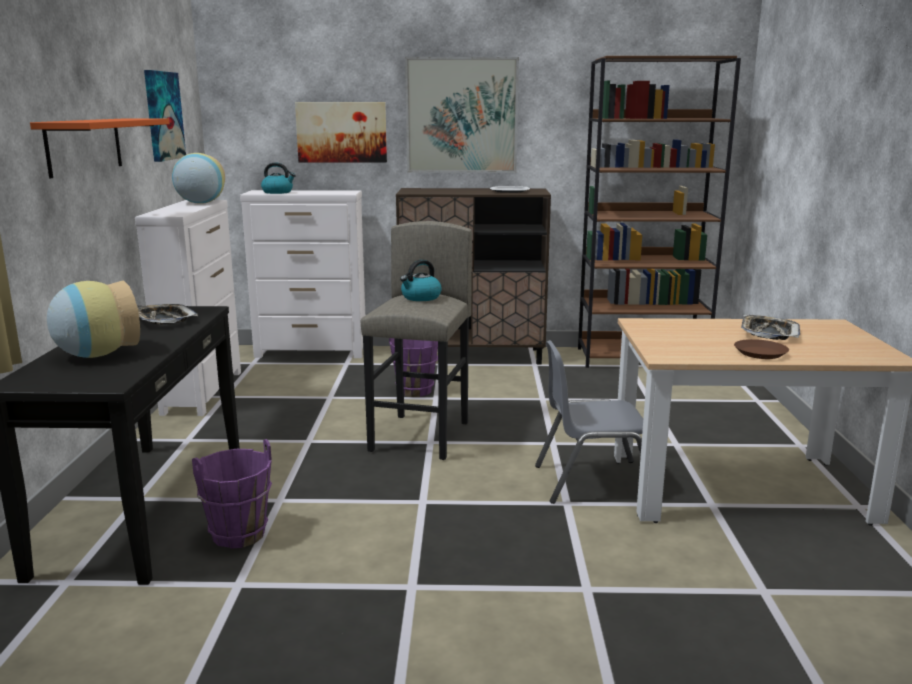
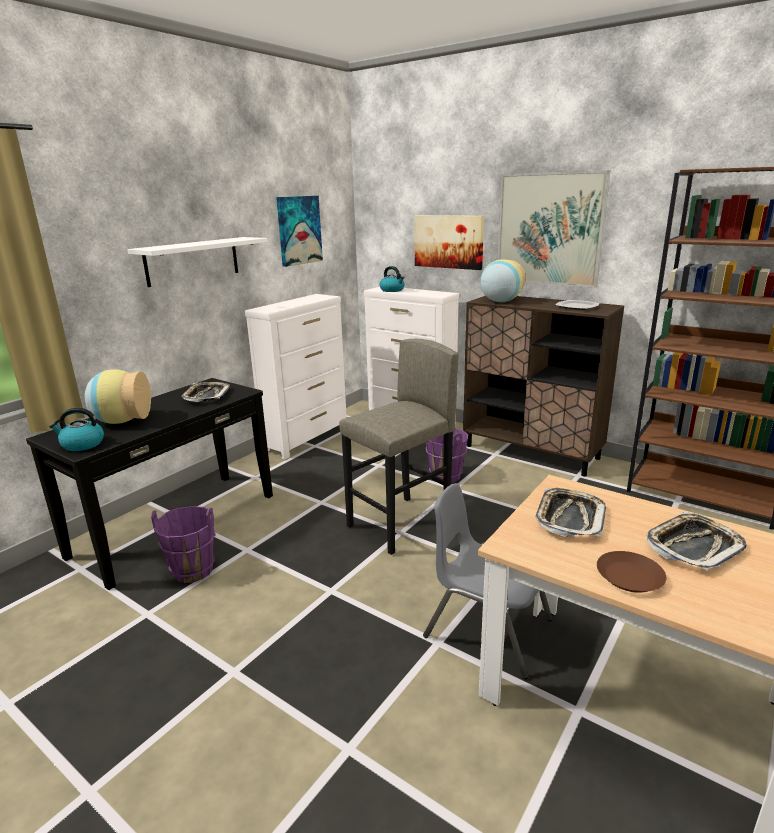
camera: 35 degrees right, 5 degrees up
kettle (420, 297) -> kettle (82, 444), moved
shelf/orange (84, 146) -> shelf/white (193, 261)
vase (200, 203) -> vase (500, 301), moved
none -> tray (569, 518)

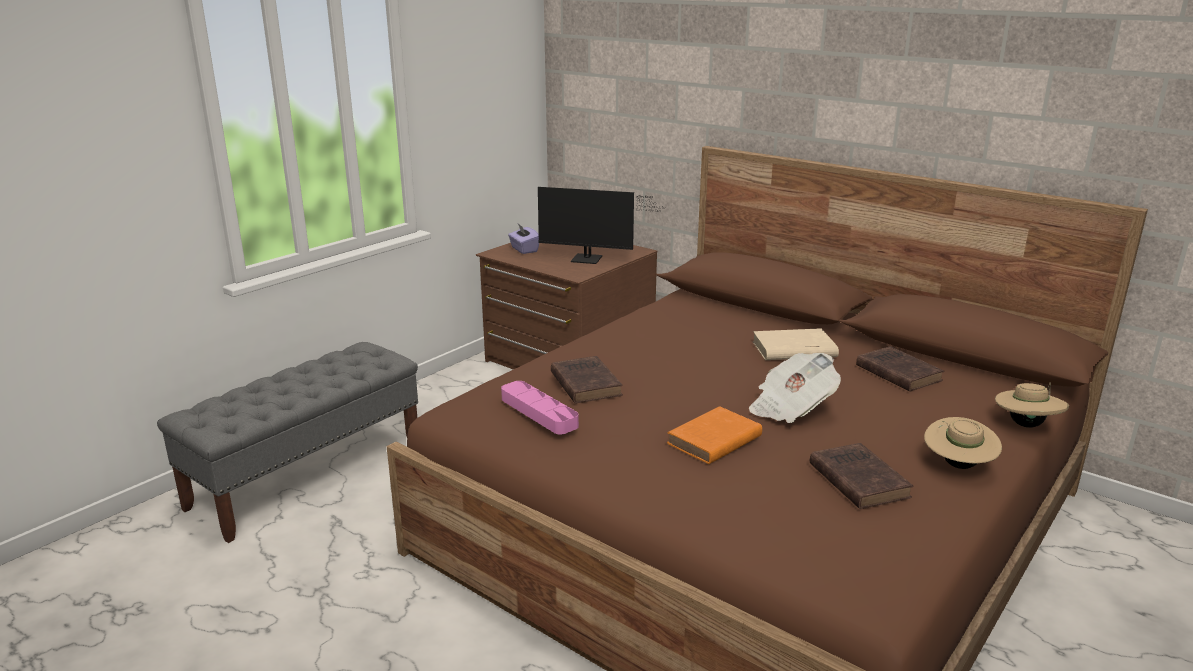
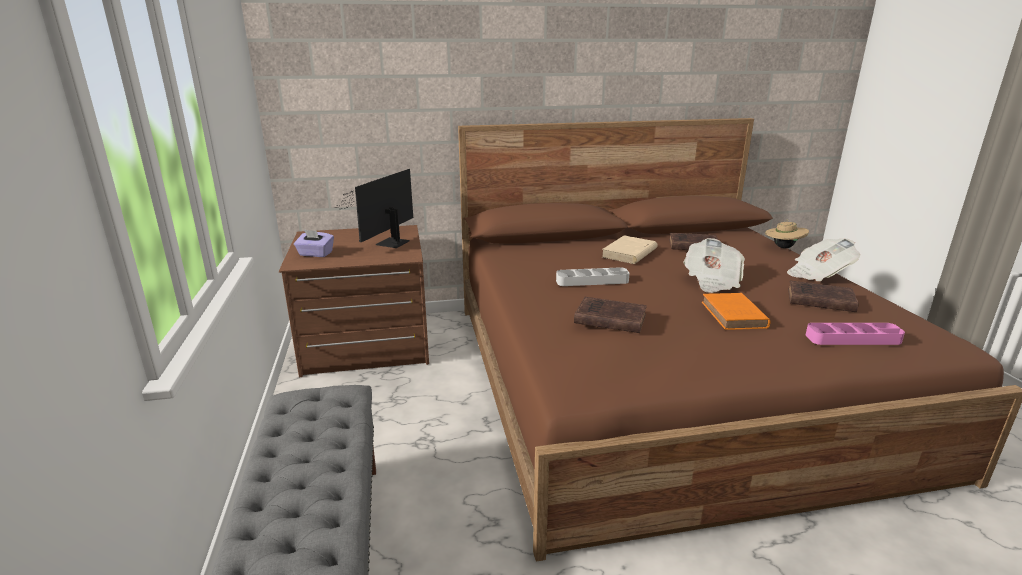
camera: 50 degrees left, 0 degrees up
monitor (591, 259) -> monitor (389, 244), 150 degrees clockwise
none -> tray/grey (592, 281)
hat/beige (958, 465) -> newspaper (818, 274)
tray/pink (539, 412) -> tray/pink (852, 338), moved

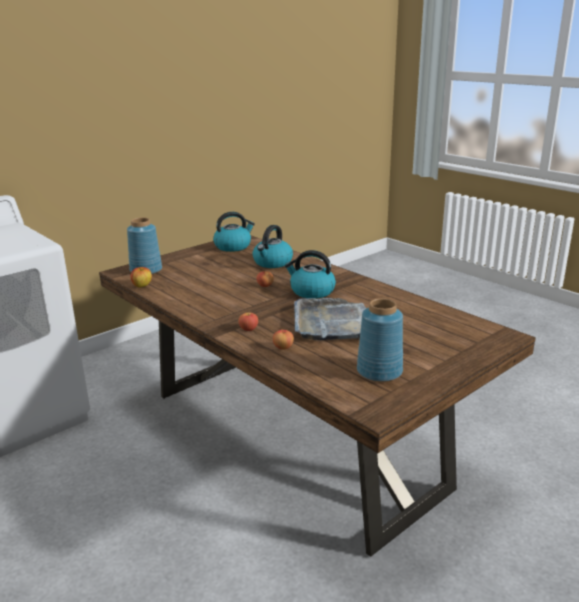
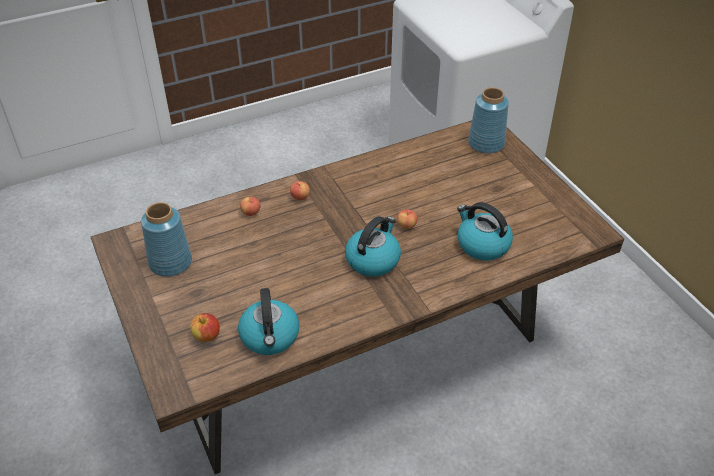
camera: 105 degrees right, 20 degrees up
apple (142, 286) -> apple (207, 336), moved
kettle (233, 246) -> kettle (270, 337), moved
tray/grey (334, 323) -> none

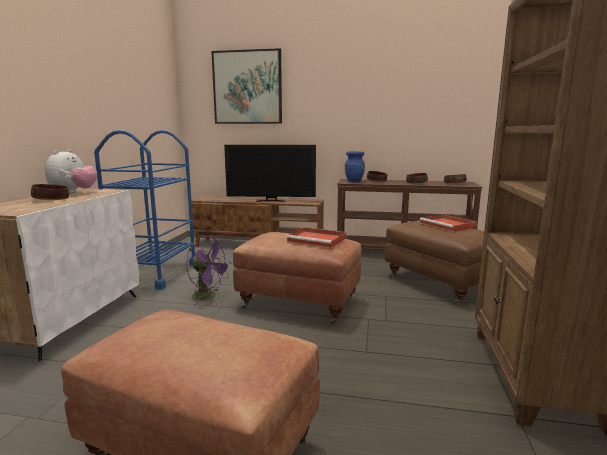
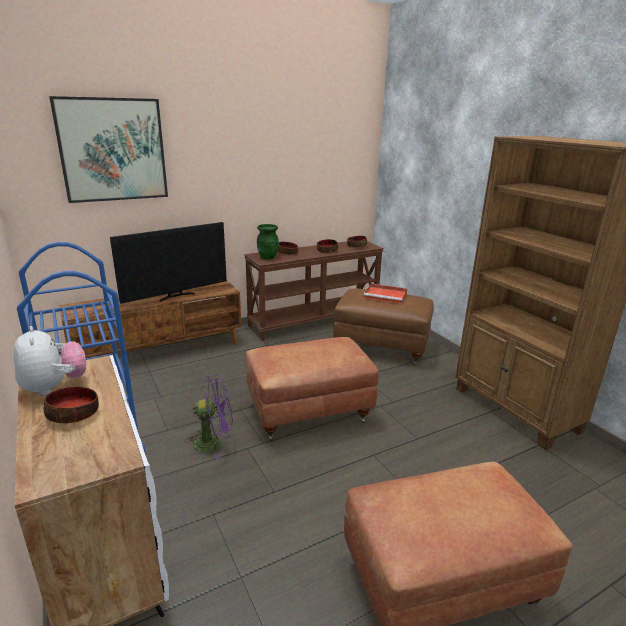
camera: 40 degrees left, 10 degrees up
vase/blue (354, 181) -> vase/green (268, 257)
tray/red (318, 240) -> none

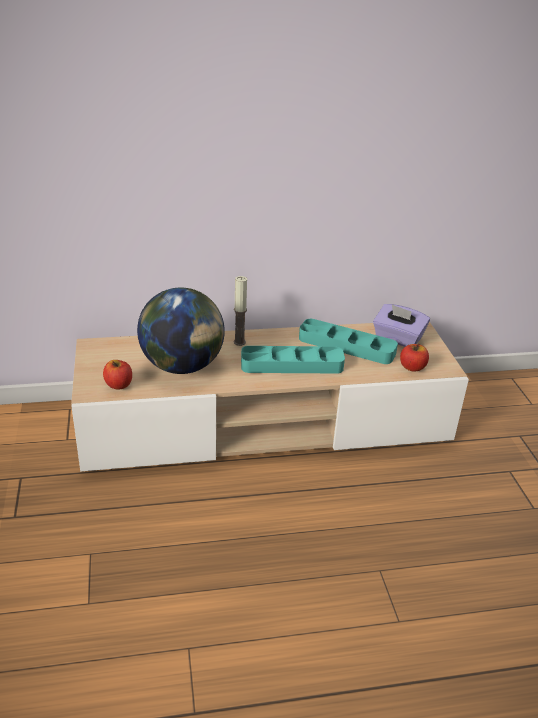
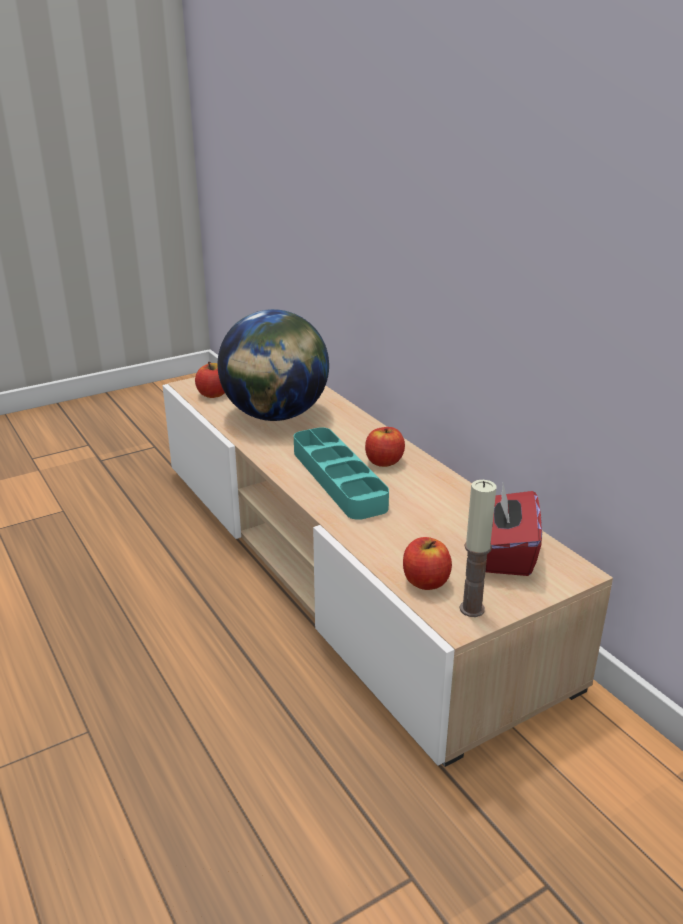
camera: 70 degrees right, 5 degrees down
none -> apple (384, 462)
candle (239, 342) -> candle (472, 609), moved
tissue box/purple (398, 339) -> tissue box/red (504, 554)
tray/turquoise (346, 346) -> none

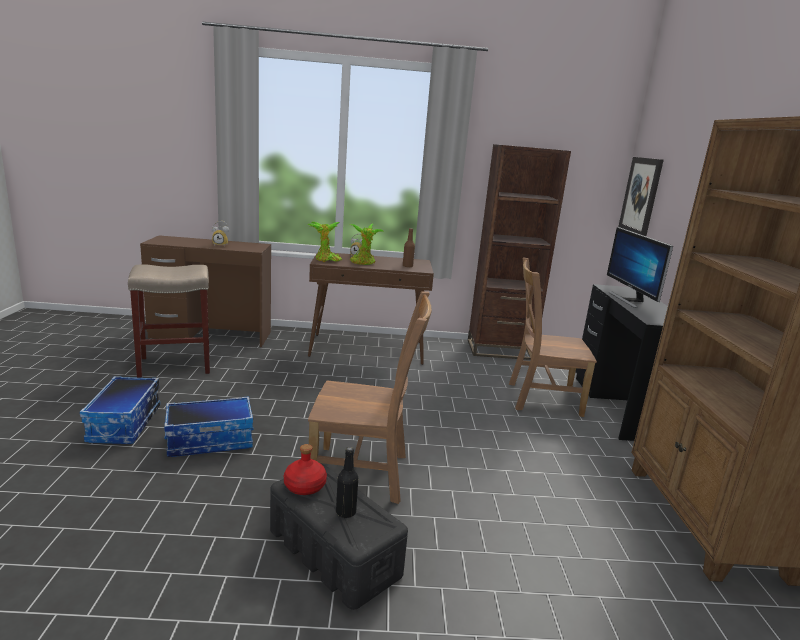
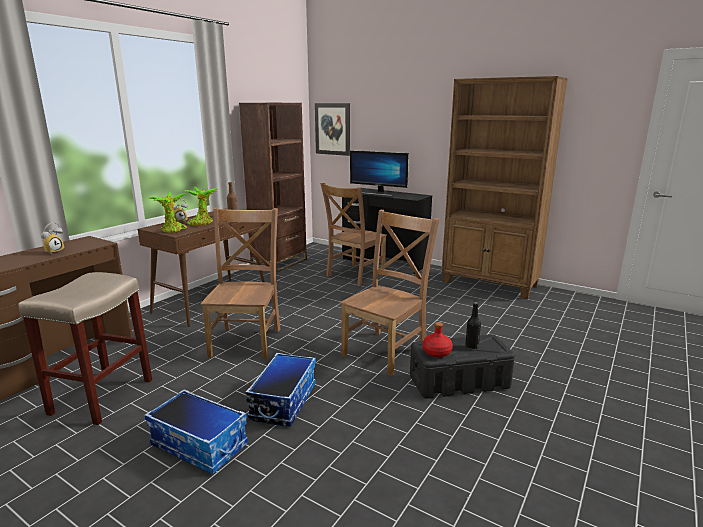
camera: 55 degrees left, 0 degrees up
none -> chair/brown (247, 341)

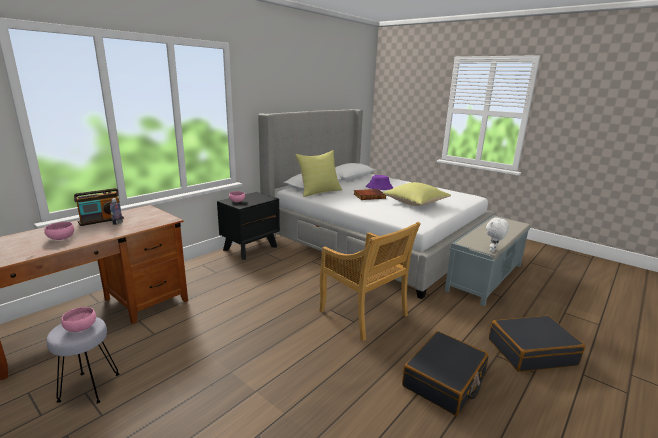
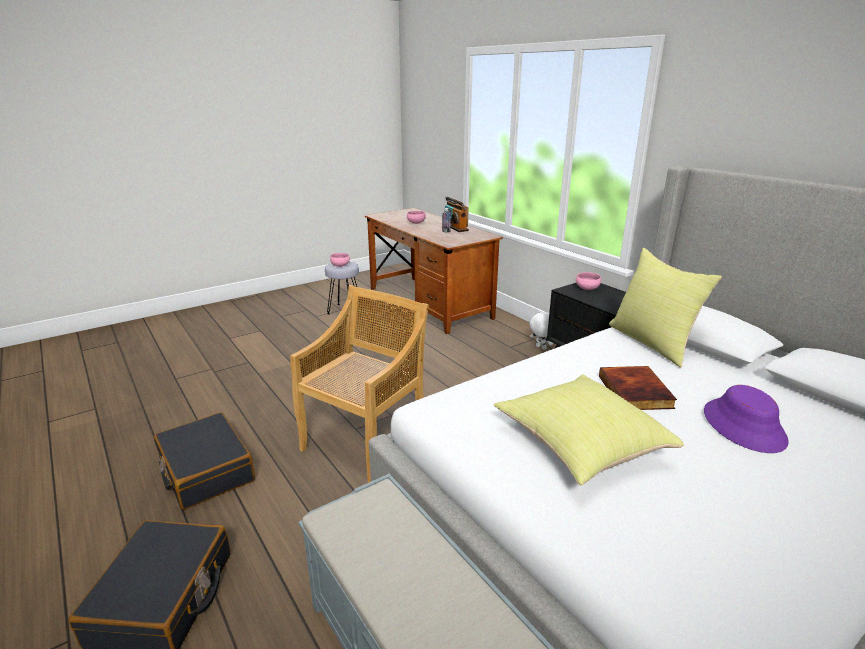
camera: 105 degrees right, 5 degrees up
chair/beige (364, 314) -> chair/beige (366, 441), 150 degrees clockwise
plush toy/white (493, 251) -> plush toy/white (540, 347), moved

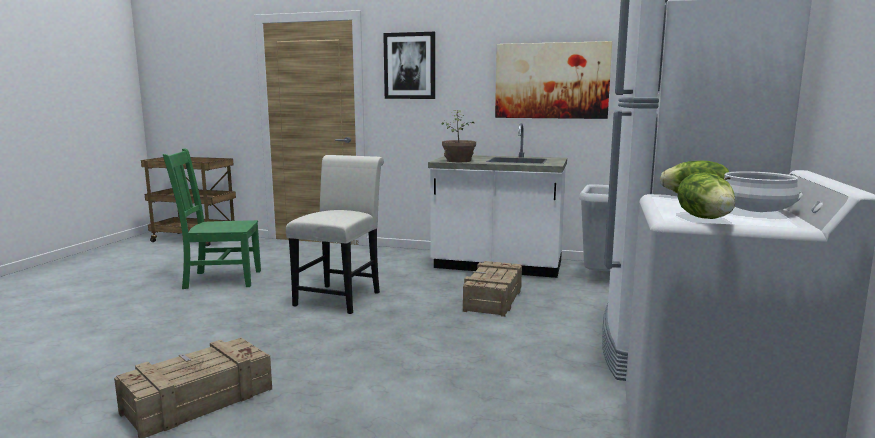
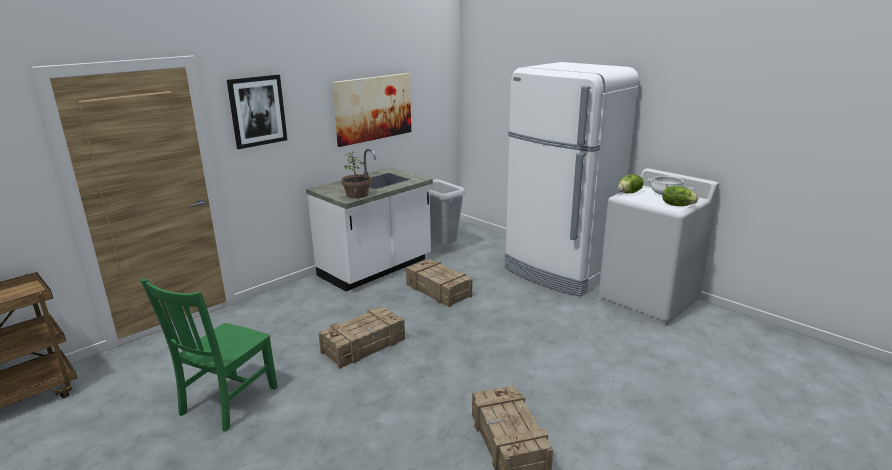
camera: 60 degrees left, 10 degrees up
chair/white (341, 297) -> crate (364, 345)

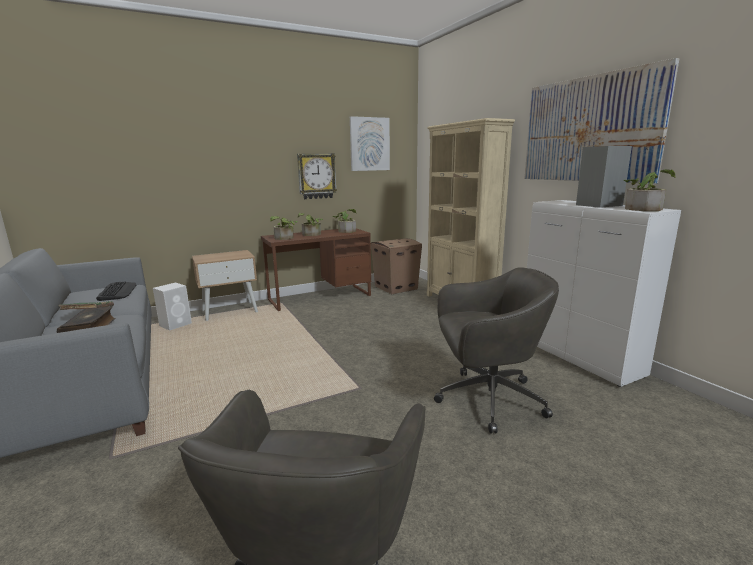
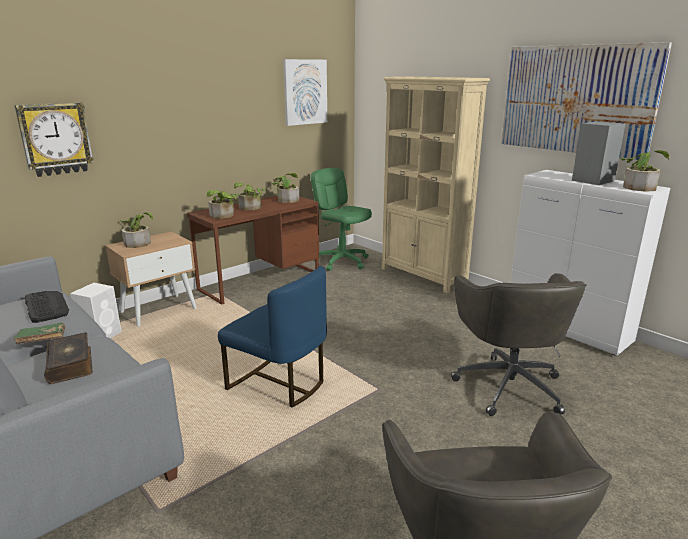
camera: 15 degrees left, 5 degrees up
wall clock (316, 176) -> wall clock (55, 139), moved
none -> potted plant (139, 242)
none -> chair/blue (278, 383)
cardboard box (396, 288) -> office chair/green (342, 261)
office chair/grey (487, 399) -> office chair/grey (508, 384), 105 degrees clockwise

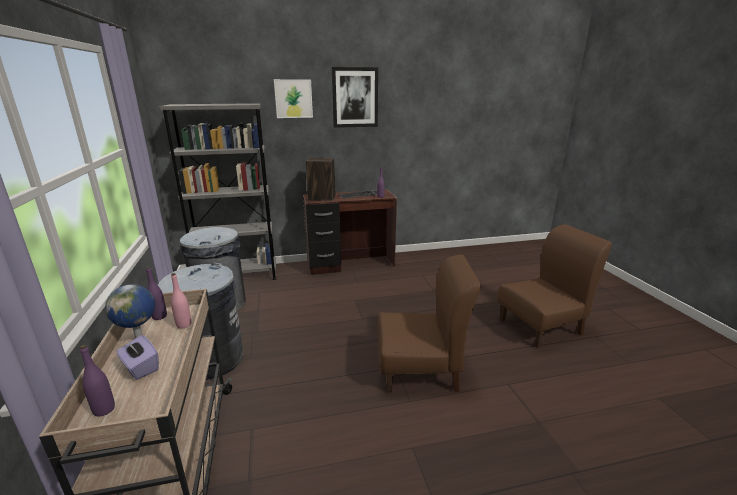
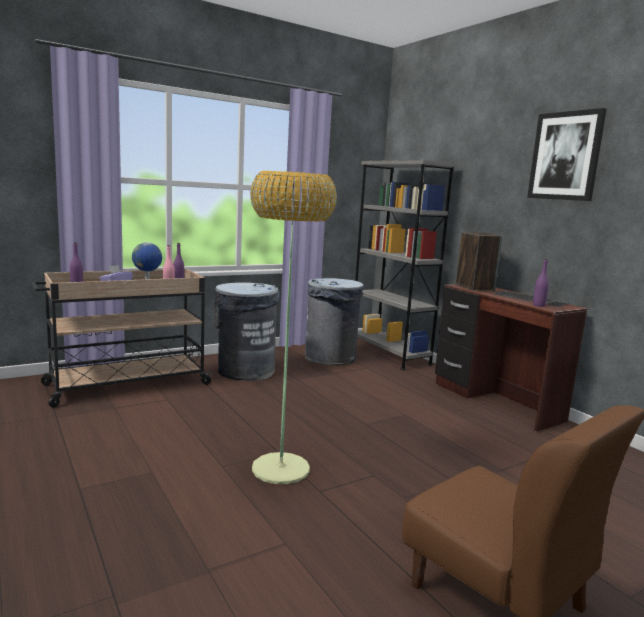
camera: 70 degrees right, 10 degrees down
chair/brown (419, 371) -> floor lamp (280, 469)
picture (293, 98) -> none

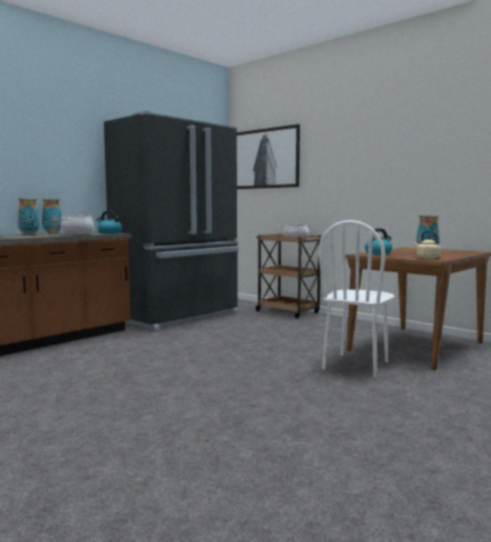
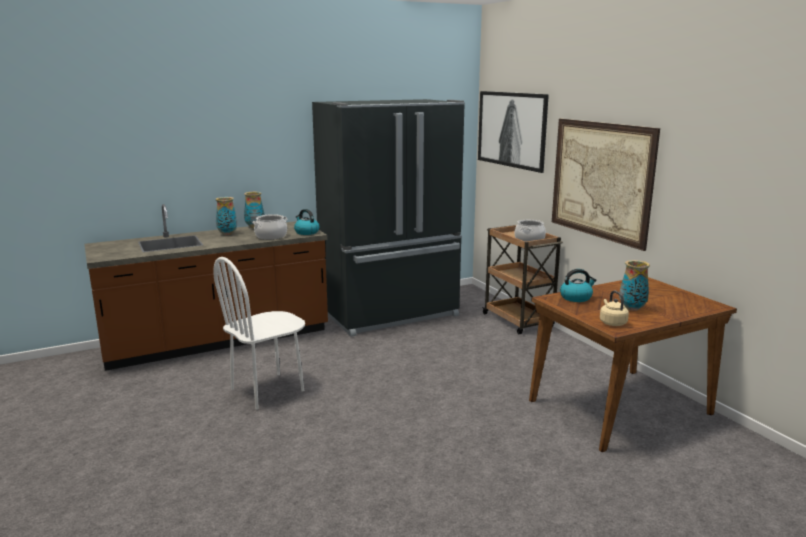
camera: 20 degrees right, 10 degrees up
chair/white (356, 365) -> chair/white (267, 390), moved
none -> picture (600, 180)

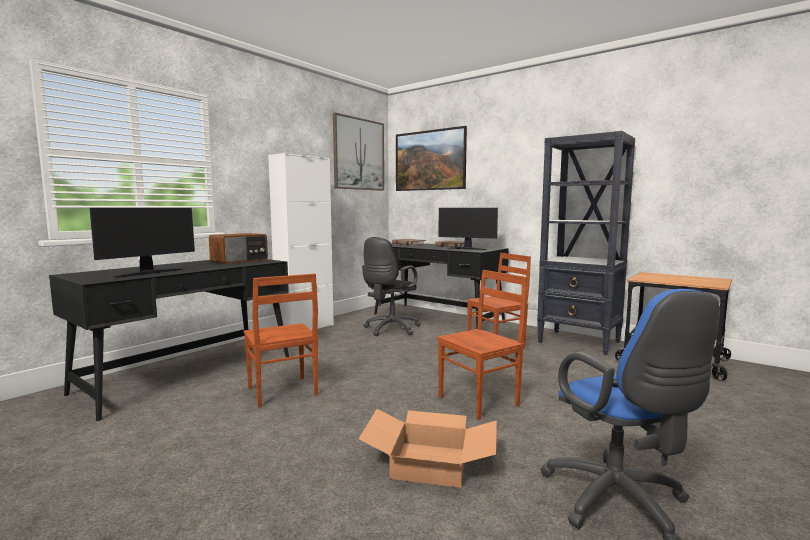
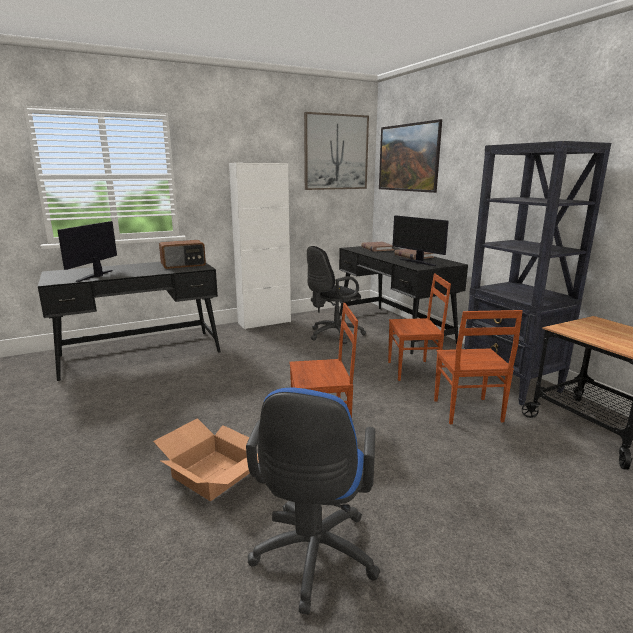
camera: 25 degrees right, 10 degrees up
monitor (148, 273) -> monitor (96, 276), 135 degrees clockwise
chair/brown (281, 392) -> chair/brown (467, 411), moved

